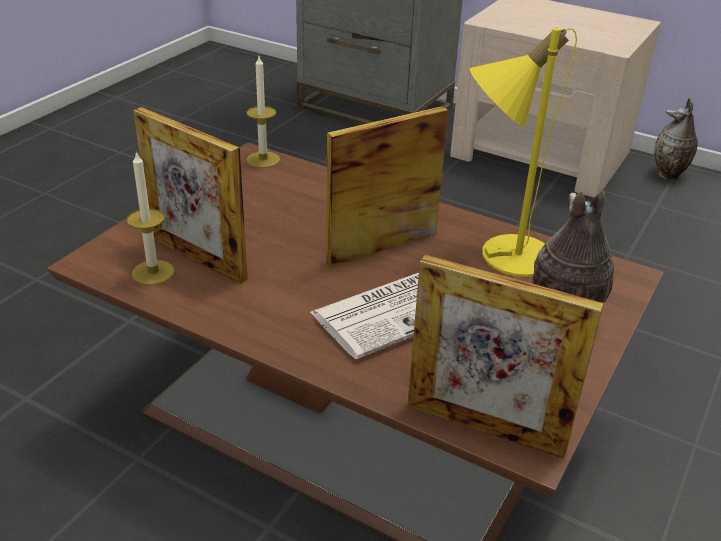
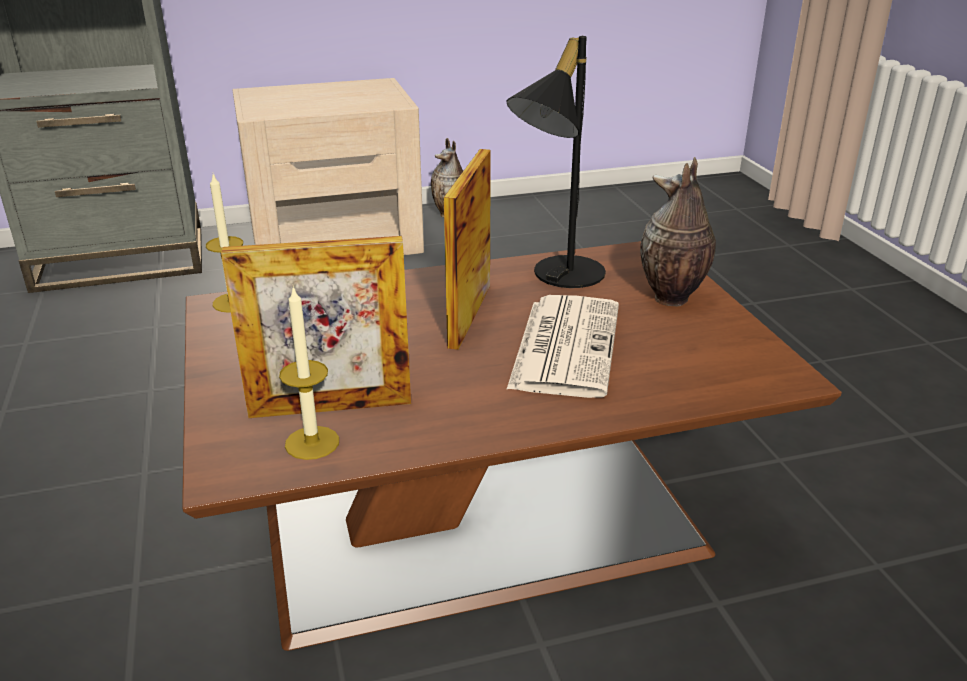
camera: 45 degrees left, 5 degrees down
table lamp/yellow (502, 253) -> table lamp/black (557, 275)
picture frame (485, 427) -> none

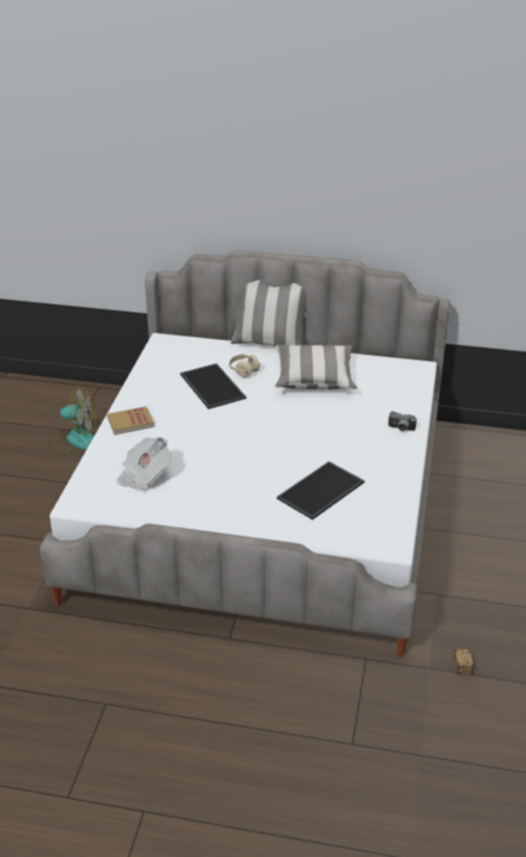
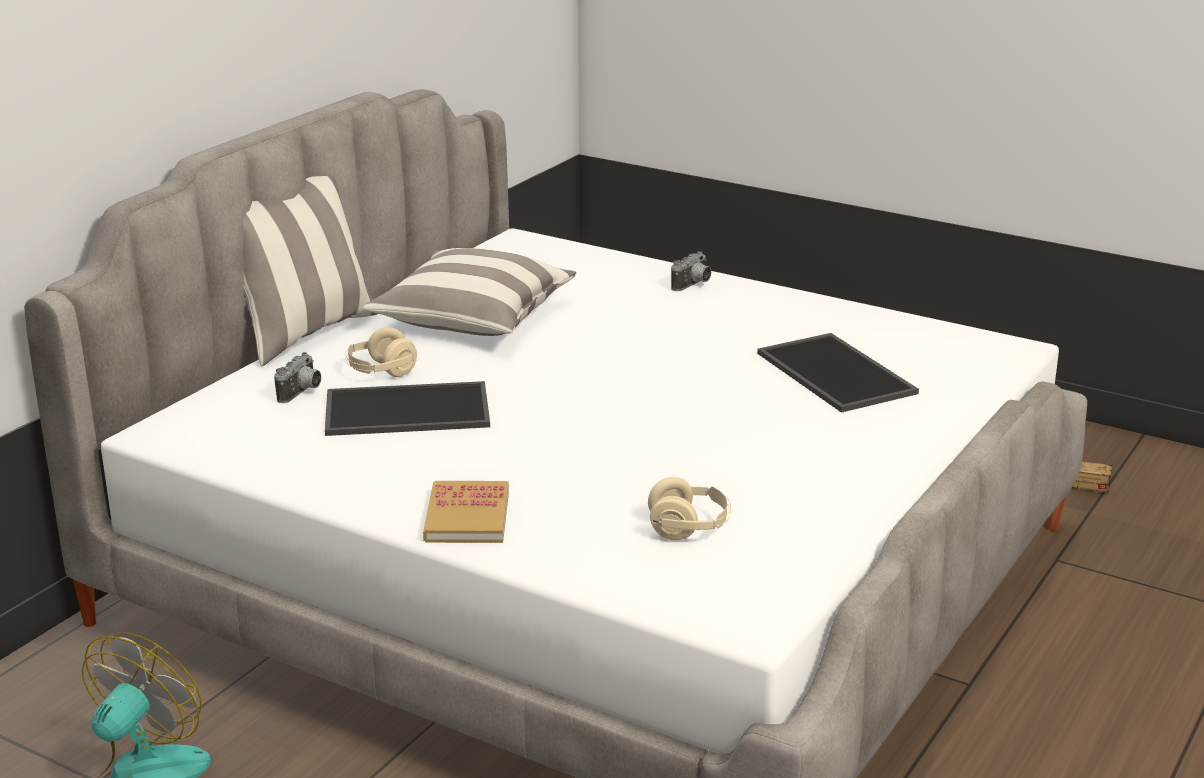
camera: 70 degrees left, 10 degrees down
none -> photo camera (302, 393)
newspaper (144, 475) -> headphones/beige (689, 528)

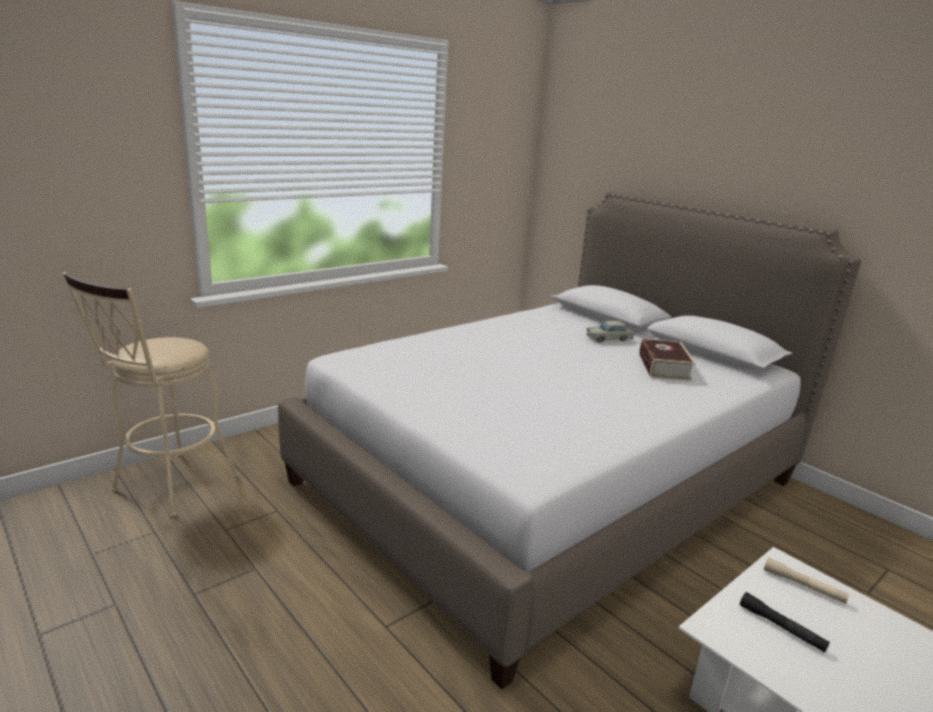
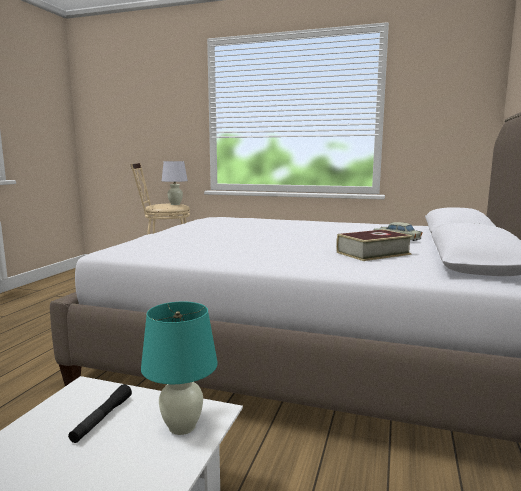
camera: 60 degrees right, 10 degrees down
flashlight/beige (803, 586) -> table lamp/turquoise (182, 427)
none -> table lamp/white (175, 204)

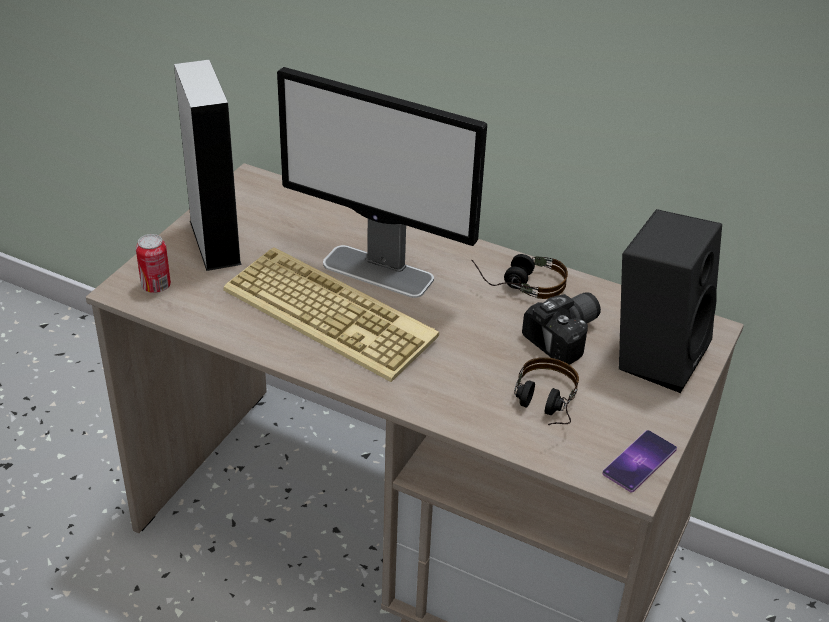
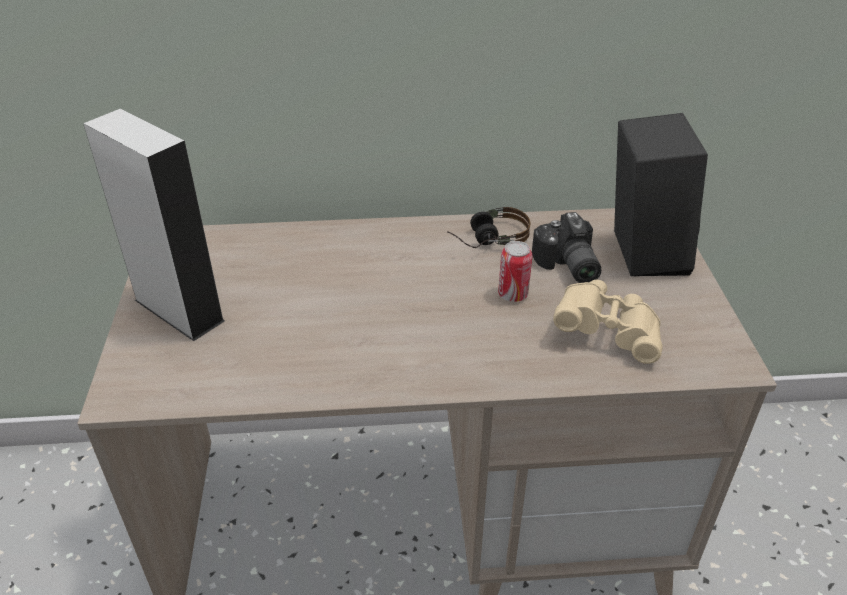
camera: 30 degrees left, 0 degrees up
can (156, 286) -> can (513, 295), moved
photo camera (568, 337) -> photo camera (566, 267), 150 degrees clockwise
headphones (543, 407) -> binoculars/beige (608, 333)
keyboard (333, 314) -> none
monitor (379, 271) -> none
phone (639, 461) -> none

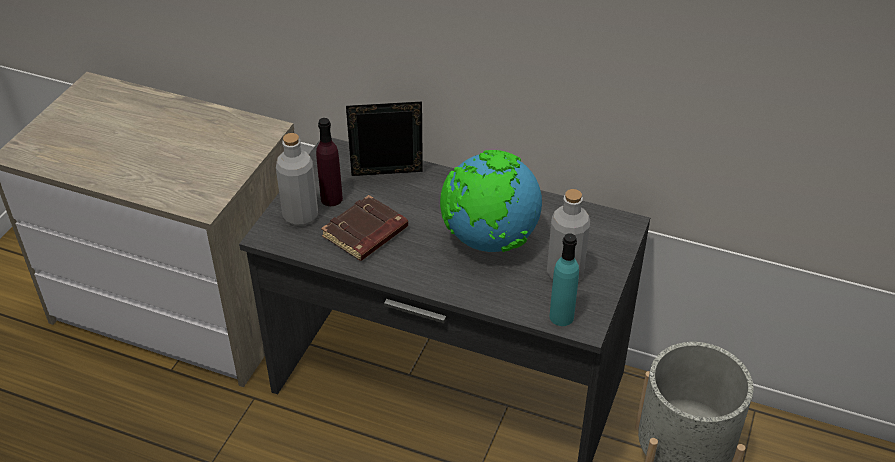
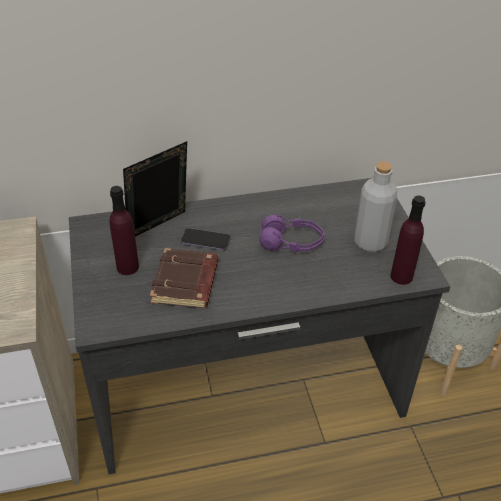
camera: 35 degrees left, 0 degrees up
none -> phone (205, 241)
globe (489, 241) -> headphones/purple (291, 243)
bottle/turquoise (561, 317) -> bottle/purple (401, 276)
bottle/grey (300, 216) -> none

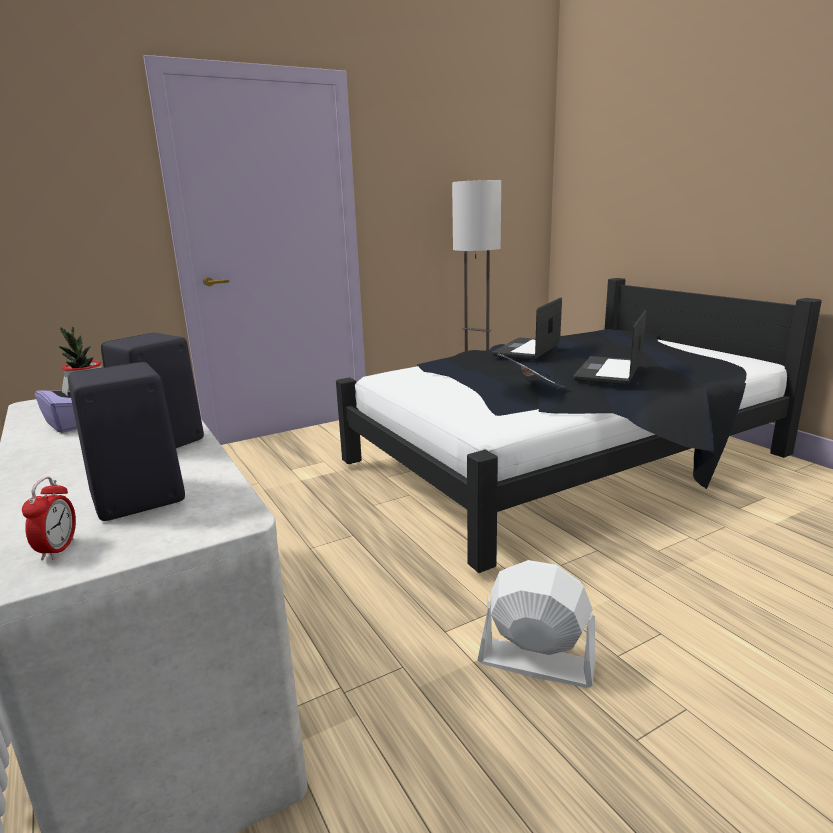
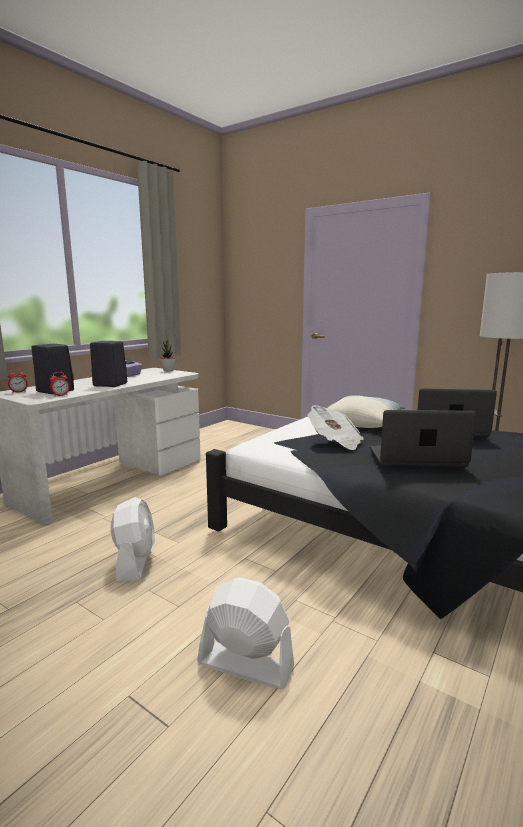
camera: 65 degrees right, 5 degrees down
none -> alarm clock (60, 395)
none -> fan/white (245, 664)
none -> pillow (362, 423)

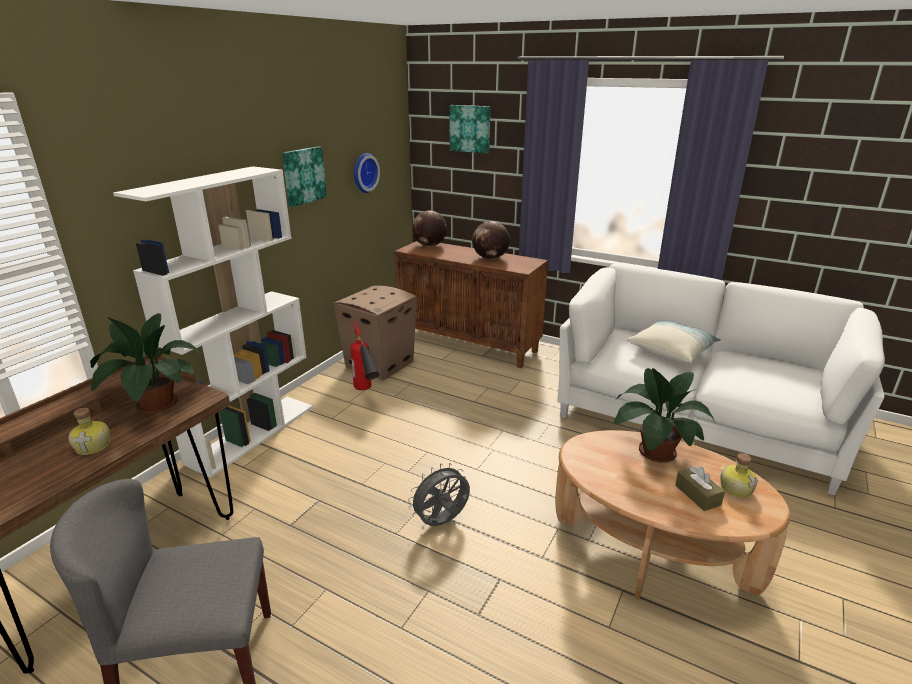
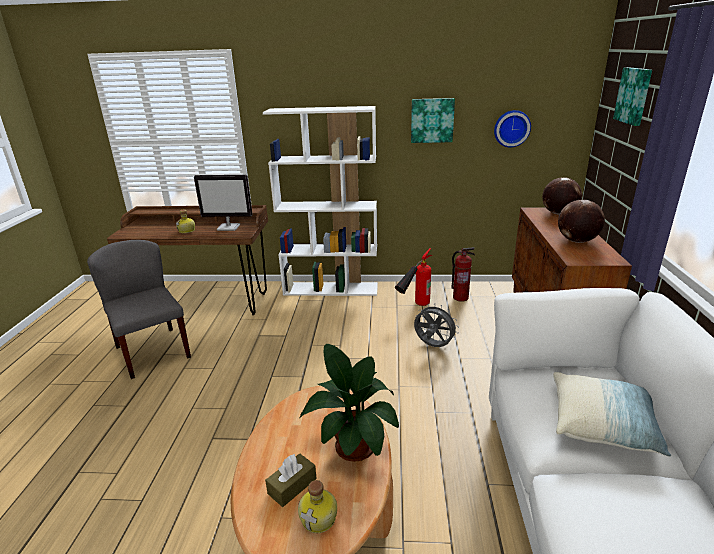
camera: 65 degrees right, 0 degrees up
potted plant (153, 404) -> monitor (229, 227)
fan/grey (442, 522) -> fan/grey (433, 346), moved
cardboard box (380, 364) -> fire extinguisher (460, 297)

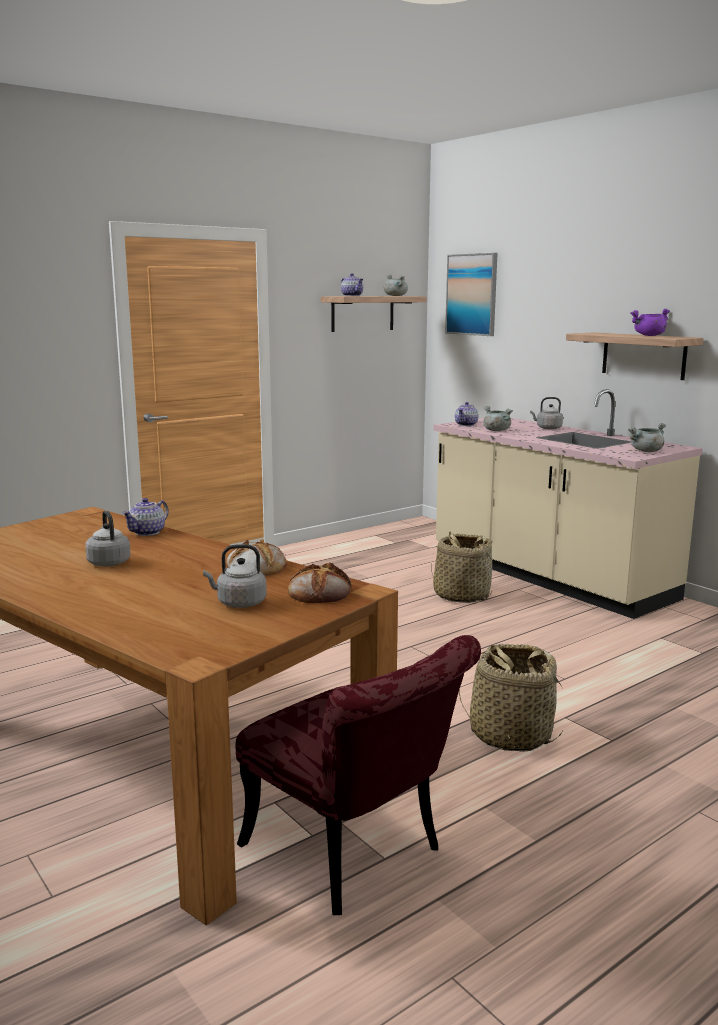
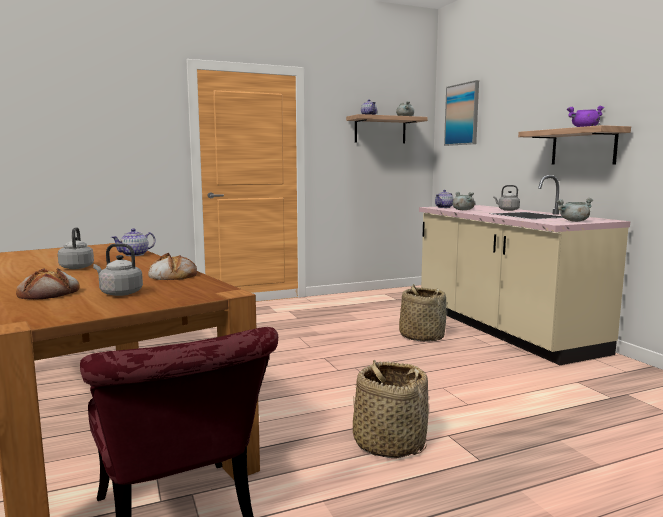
camera: 15 degrees right, 5 degrees down
bread (320, 592) -> bread (49, 293), moved

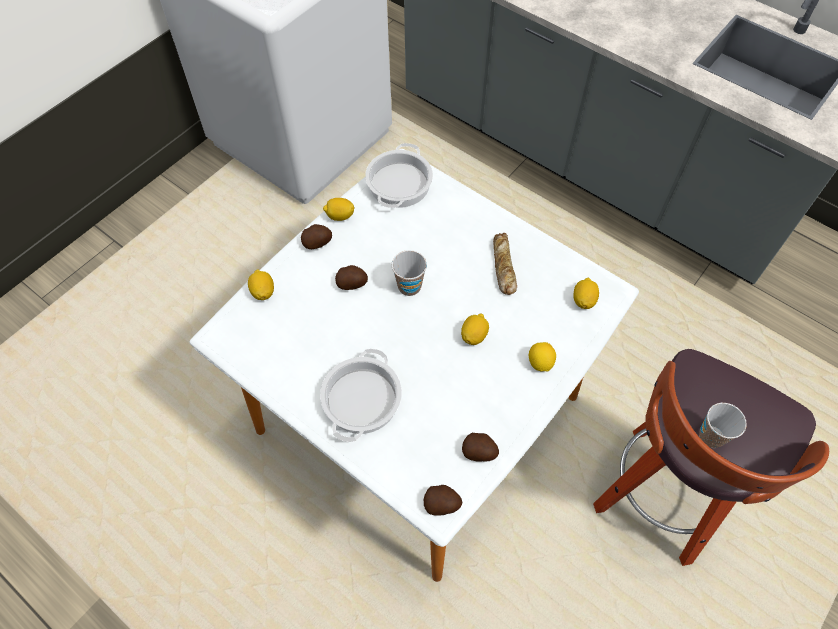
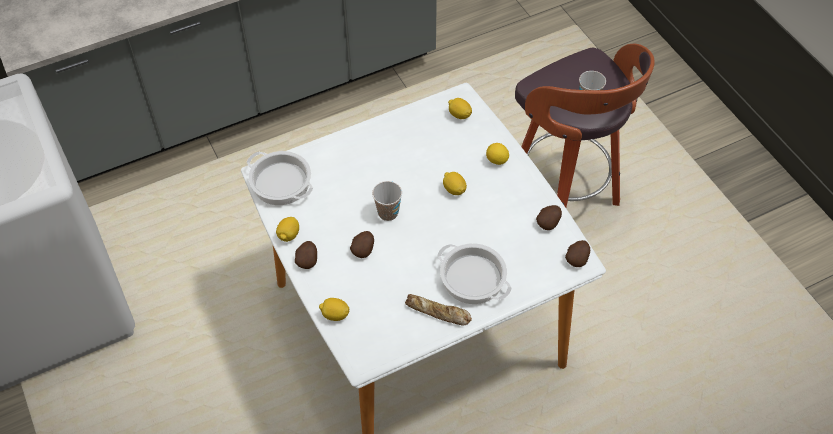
camera: 65 degrees left, 5 degrees down
bread (503, 266) -> bread (438, 313), moved

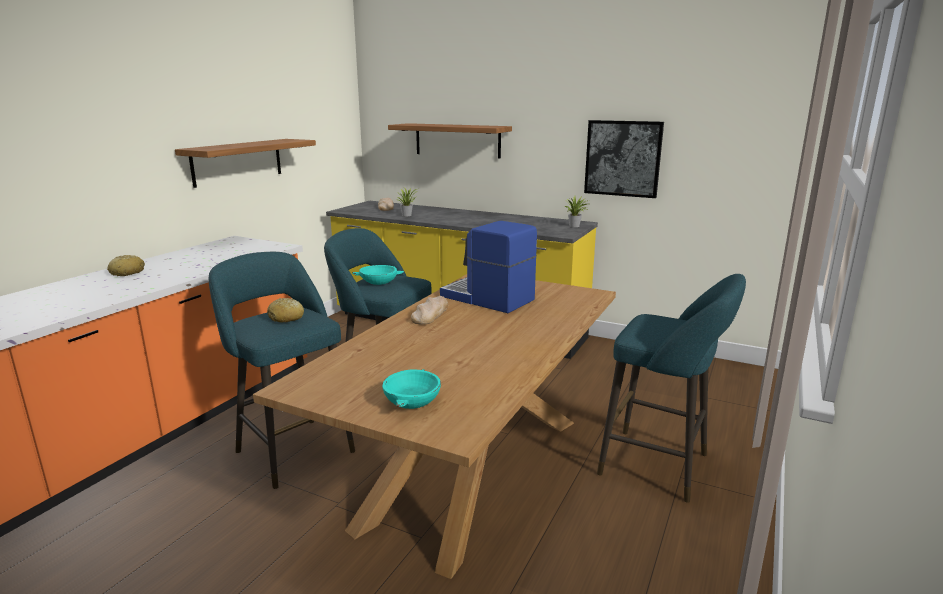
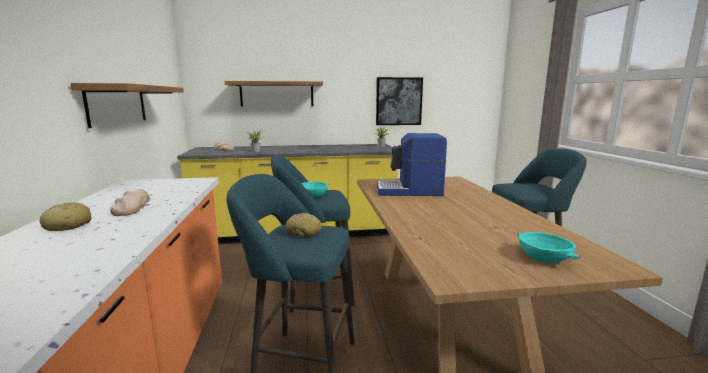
camera: 35 degrees left, 5 degrees down
bread (430, 314) -> bread (131, 206), moved

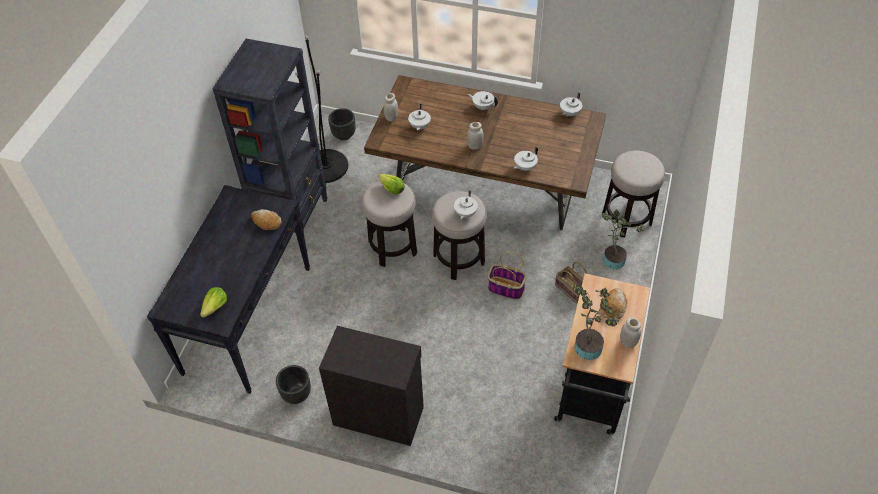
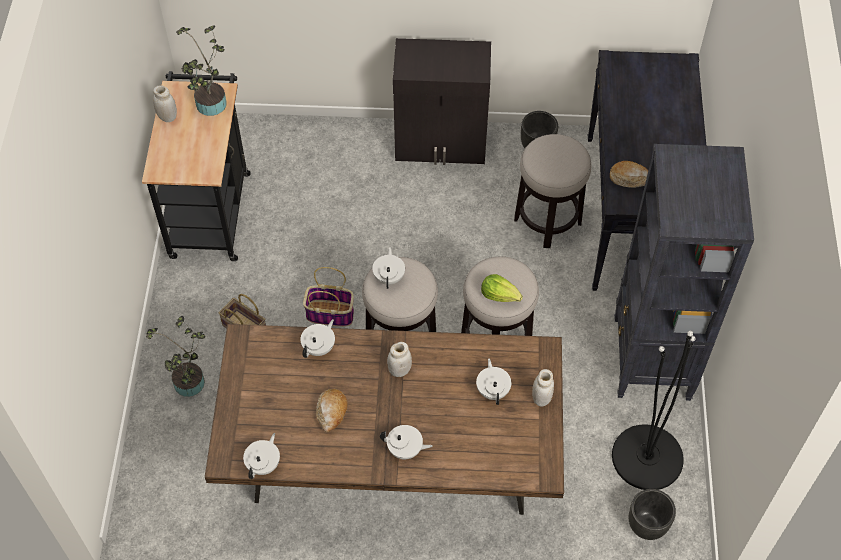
camera: 165 degrees right, 5 degrees up
bread (614, 306) -> bread (331, 412), moved
stool (627, 218) -> stool (547, 220), moved
lettuce (215, 307) -> none

